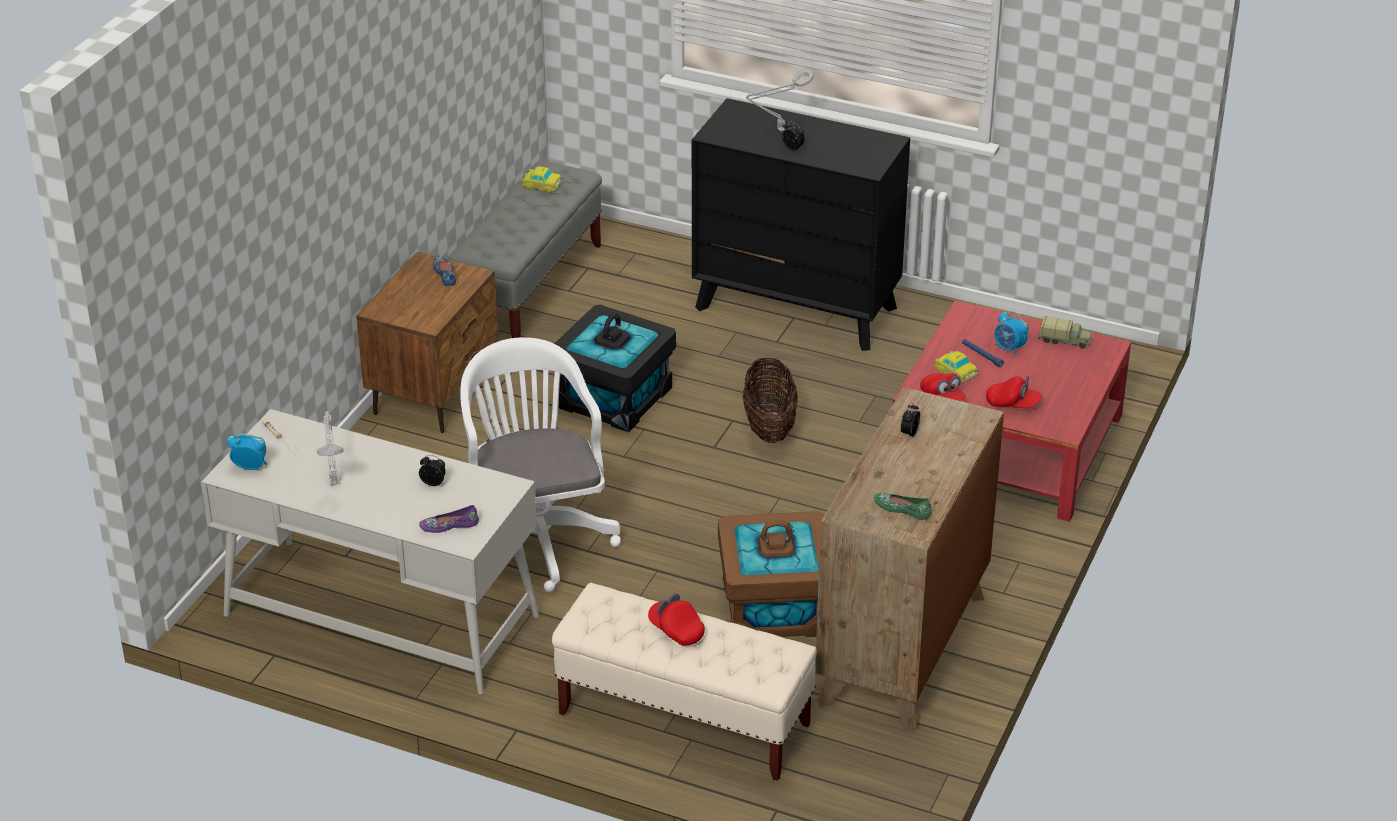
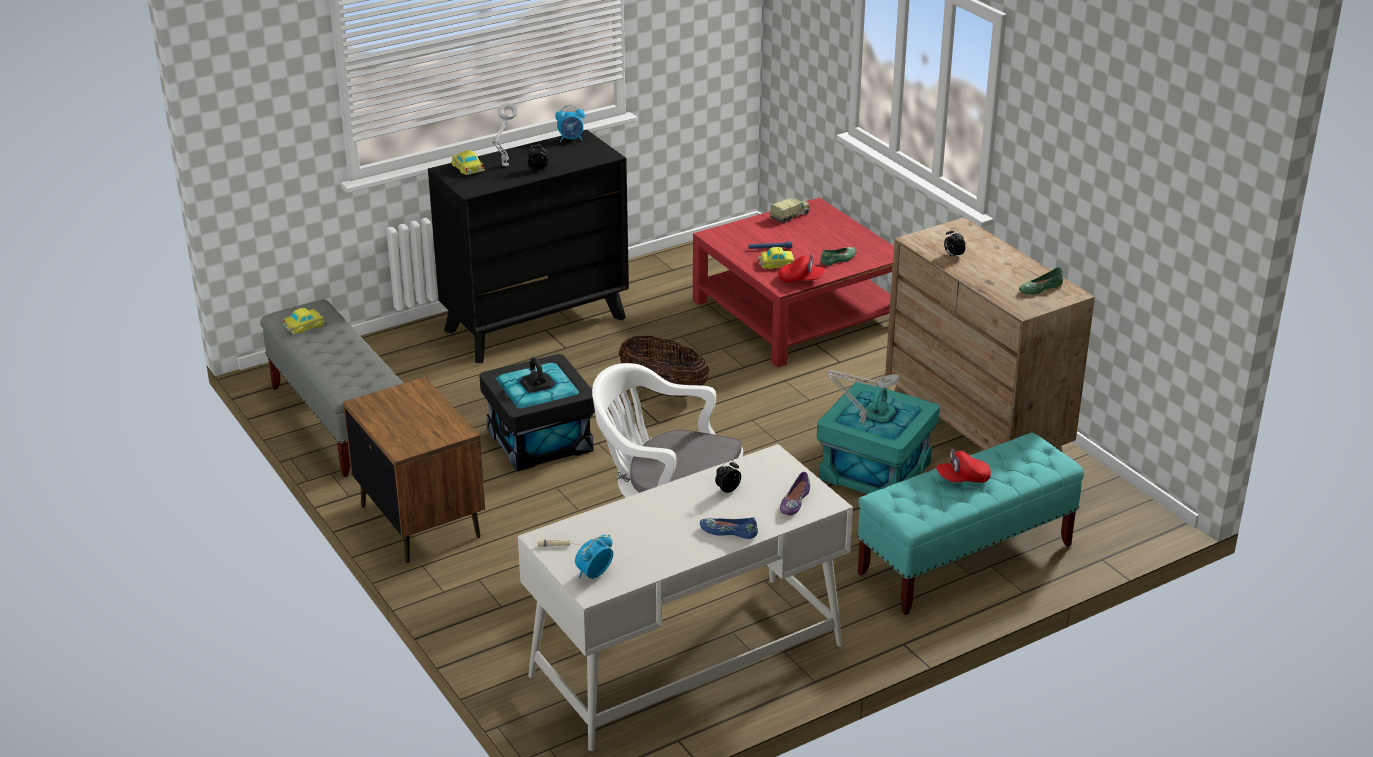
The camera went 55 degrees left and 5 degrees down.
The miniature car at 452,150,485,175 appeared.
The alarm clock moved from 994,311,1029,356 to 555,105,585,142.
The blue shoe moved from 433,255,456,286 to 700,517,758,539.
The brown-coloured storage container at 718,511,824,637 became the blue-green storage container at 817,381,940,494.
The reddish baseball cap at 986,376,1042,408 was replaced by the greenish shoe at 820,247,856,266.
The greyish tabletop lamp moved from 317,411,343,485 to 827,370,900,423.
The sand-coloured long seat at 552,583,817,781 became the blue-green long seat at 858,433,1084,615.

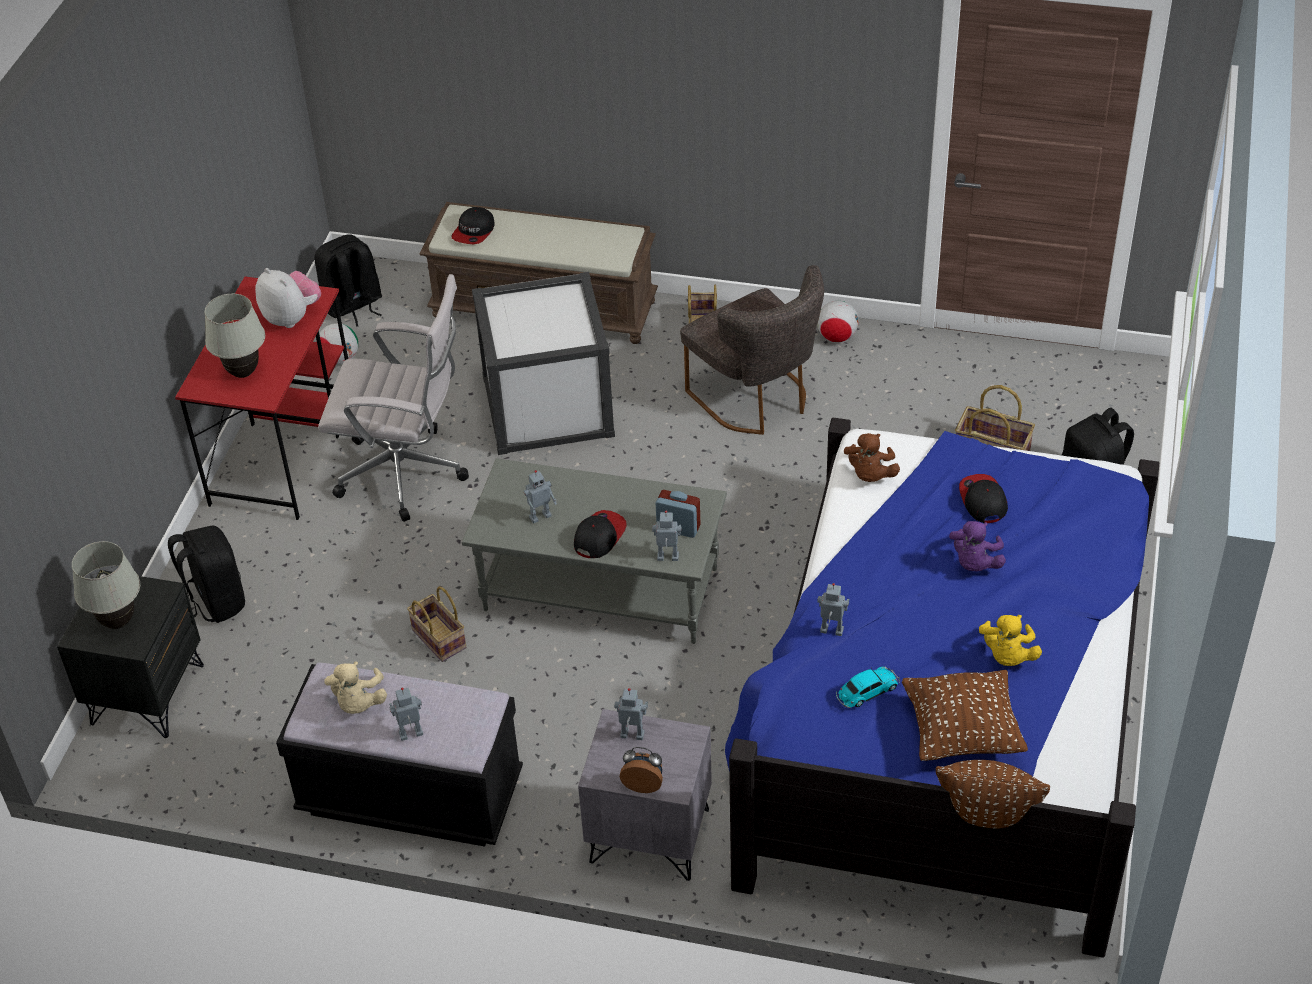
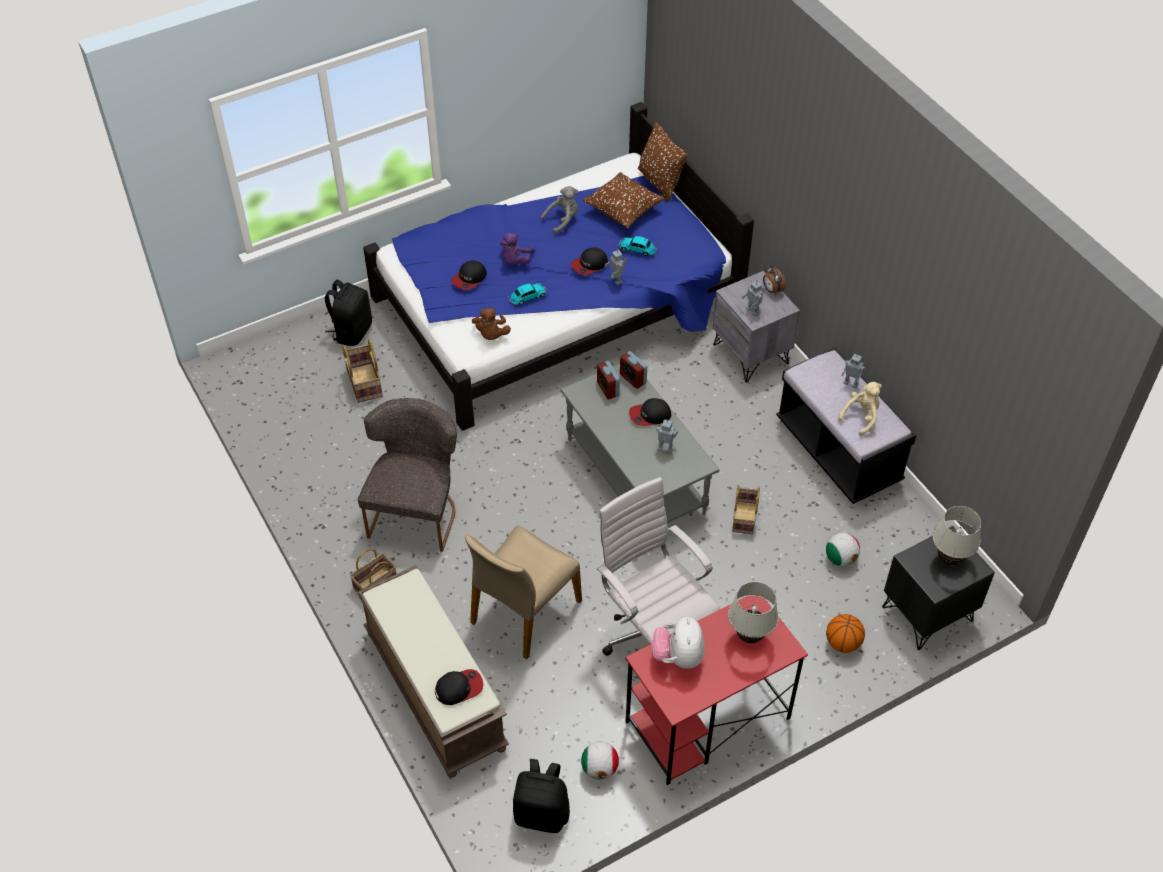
The camera went 135 degrees left and 5 degrees up.
The white-coloured storage container at 472,272,615,455 was replaced by the sand-coloured upright chair at 465,525,582,659.
The brown-coloured plush toy at 844,433,900,482 turned 120 degrees clockwise.
The purple-coloured plush toy at 949,521,1006,572 turned 135 degrees clockwise.
The miniature car at 508,283,547,305 appeared.
The yellowish plush toy at 979,615,1042,666 became the greyish plush toy at 541,186,578,234.
The baseball cap at 571,247,608,275 appeared.
The model robot at 652,510,681,561 was replaced by the alarm clock at 620,351,647,389.
The ball for football moved from 817,301,859,342 to 826,533,860,567.
The blackish rucksack at 168,526,245,623 was replaced by the basketball ball at 826,614,865,653.

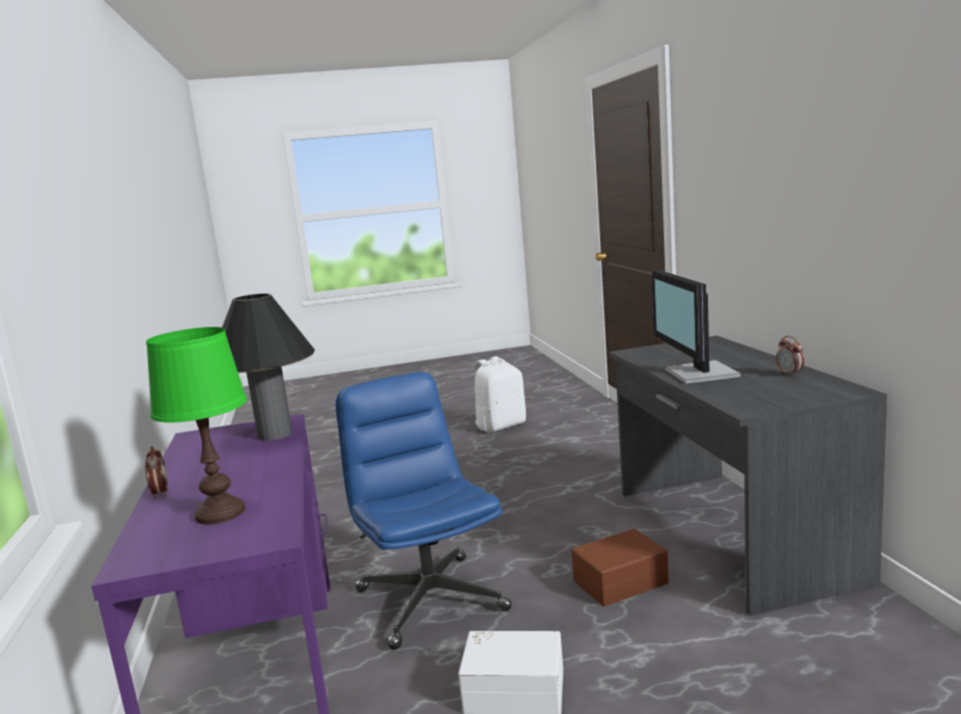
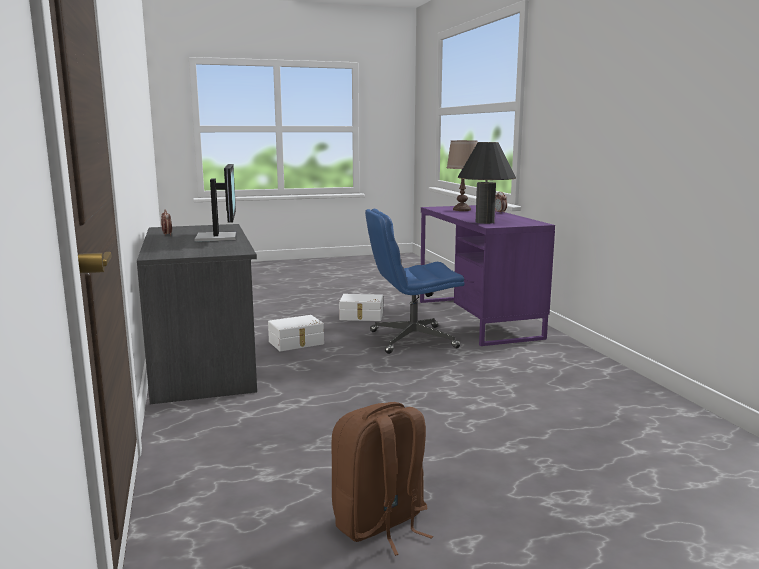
The camera went 175 degrees right and 0 degrees up.
The brown-coloured storage container at 572,529,669,607 became the white-coloured storage container at 268,315,324,351.
The white-coloured rucksack at 474,356,526,433 became the brown-coloured rucksack at 331,402,433,556.
The blue computer chair at 336,372,512,650 turned 105 degrees clockwise.
The greenish tabletop lamp at 146,327,247,524 became the brown-coloured tabletop lamp at 447,140,478,211.

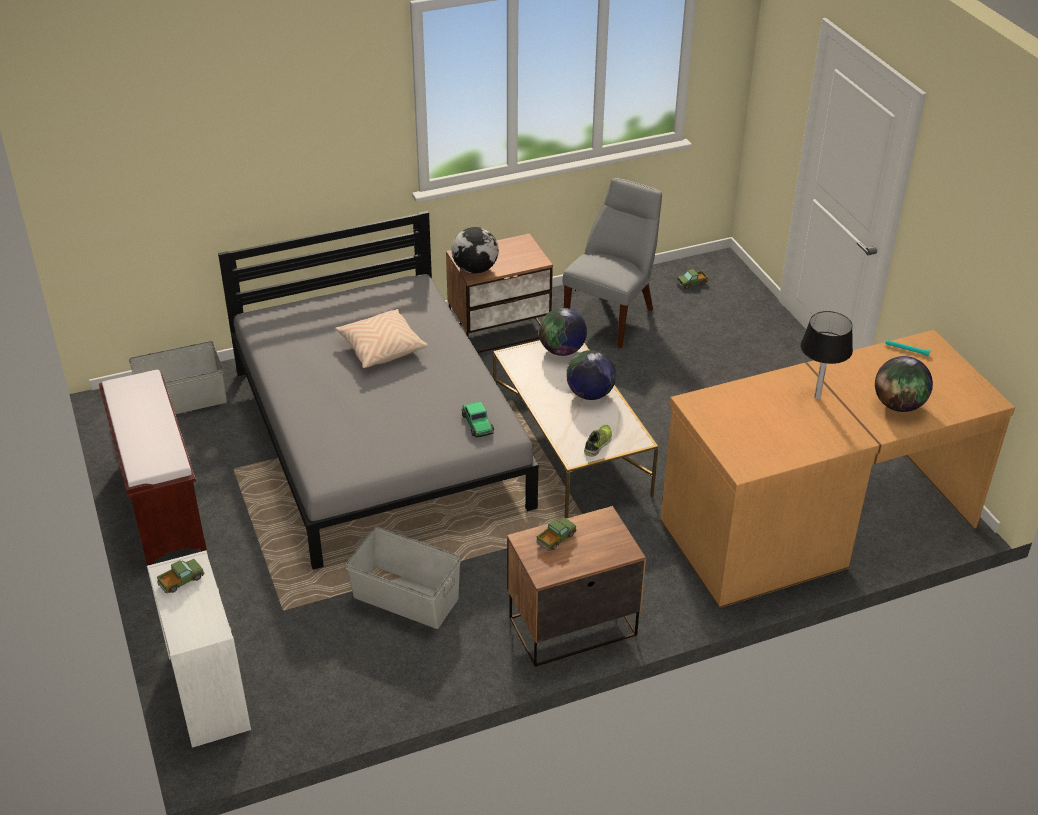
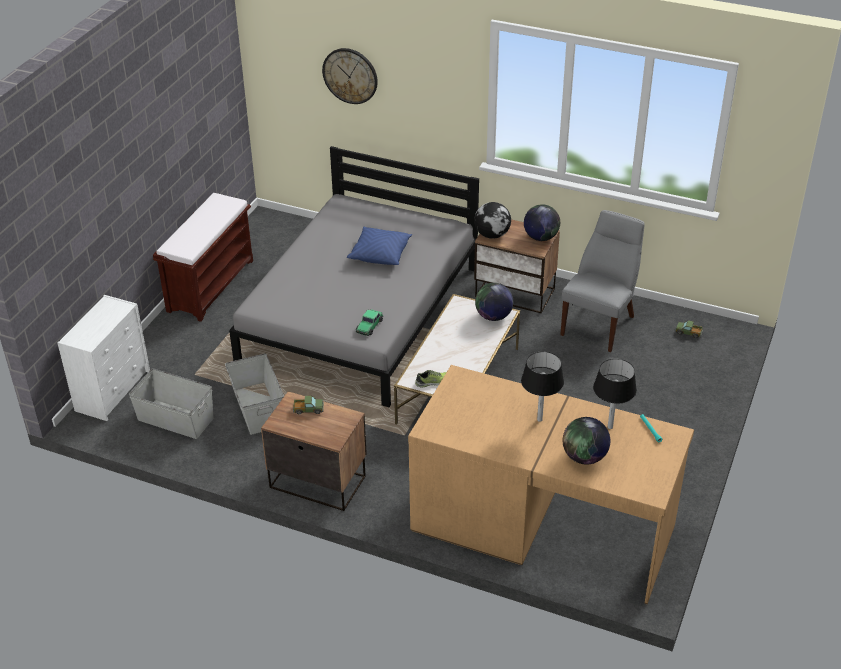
The camera went 45 degrees right and 0 degrees up.
The greyish storage container moved from 129,341,227,414 to 129,369,214,439.
The hanging clock at 322,48,378,104 appeared.
The sand-coloured pillow at 335,309,428,368 became the blue pillow at 347,227,412,265.
The globe moved from 566,350,616,400 to 524,204,560,241.
The greyish upright chair at 563,178,662,348 turned 45 degrees counterclockwise.
The blackish tabletop lamp at 593,359,637,429 appeared.
The toy truck at 157,559,204,593 disappeared.

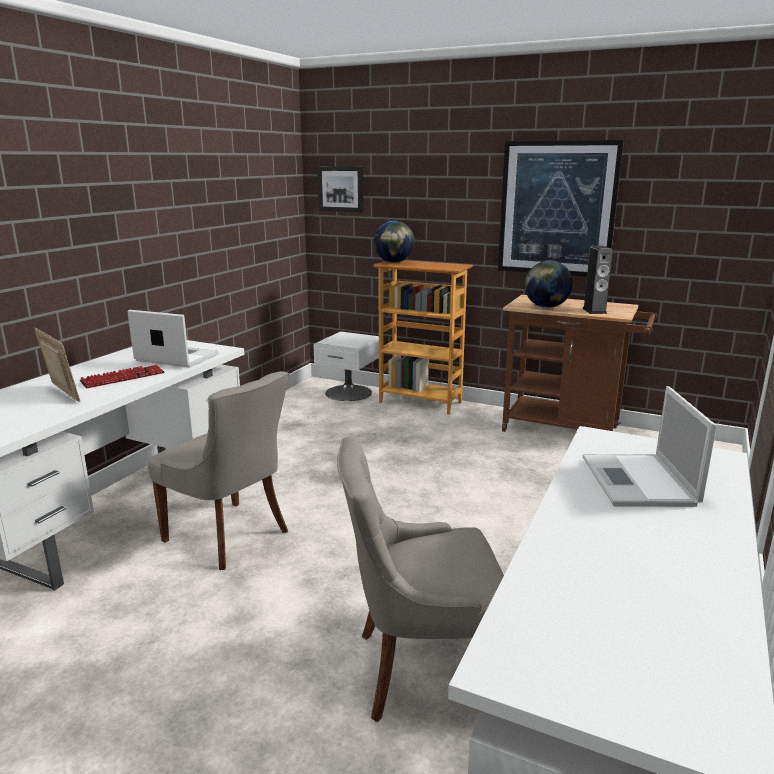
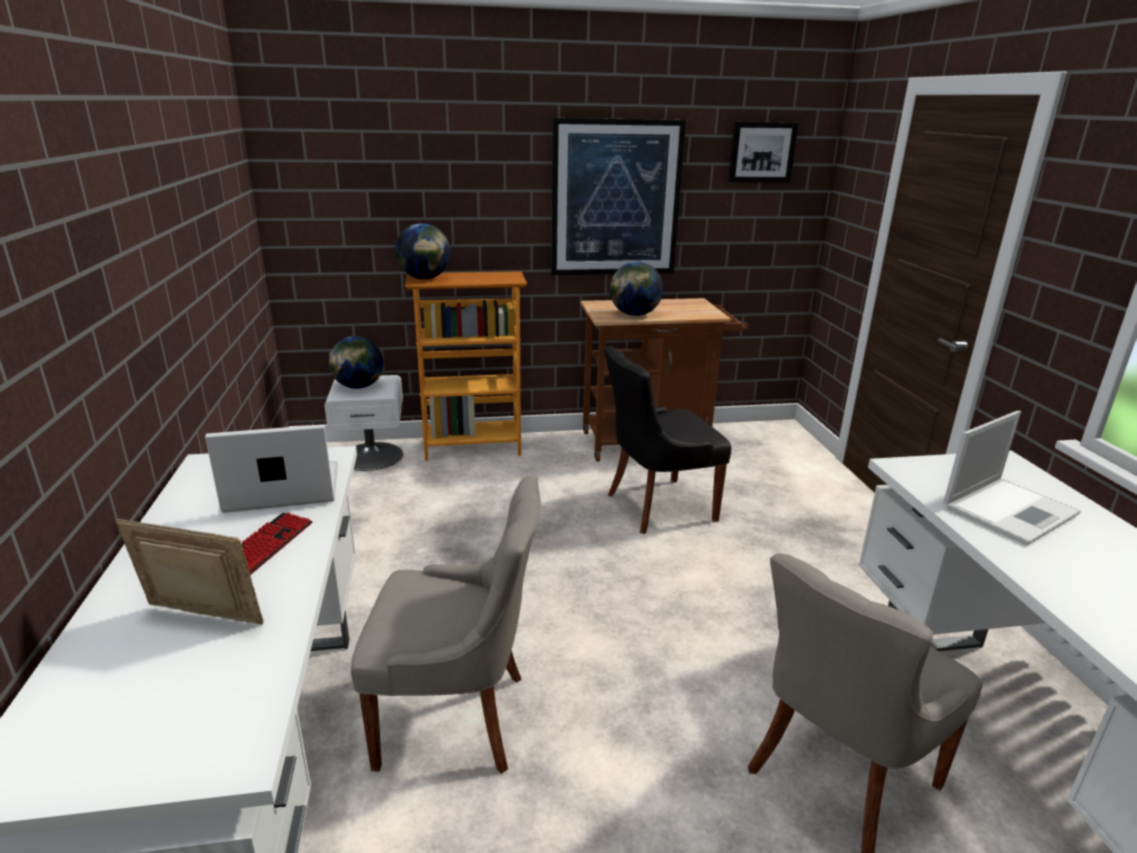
The camera went 35 degrees left and 5 degrees up.
The globe at 329,336,383,389 appeared.
The blackish upright chair at 604,347,731,534 appeared.
The wall art moved from 317,166,363,212 to 728,121,799,183.
The portable computer at 583,386,717,507 turned 90 degrees counterclockwise.
The loudspeaker at 582,246,613,314 disappeared.

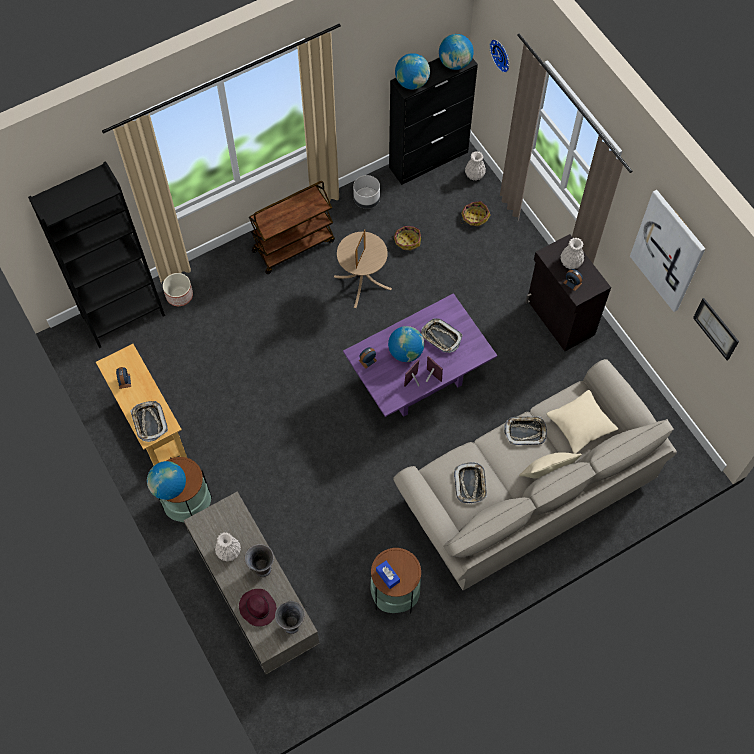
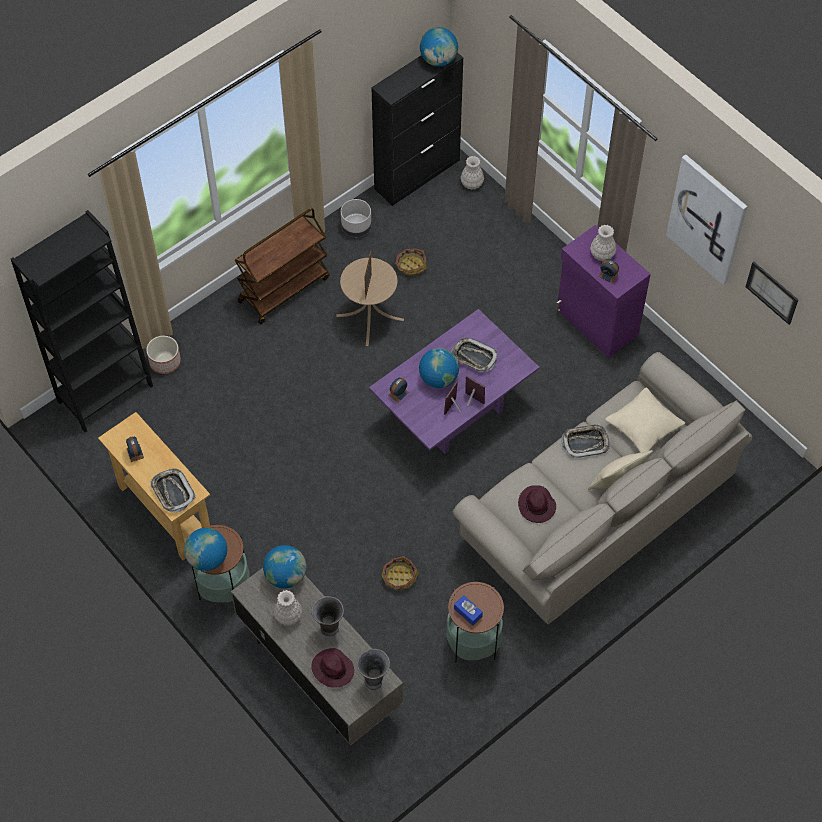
The camera went 10 degrees left and 5 degrees down.
The globe moved from 395,53,430,89 to 263,545,306,588.
The household basket moved from 460,201,490,226 to 382,556,419,590.
The carrying tray at 454,462,487,503 was replaced by the purple-coloured wearable hat at 518,485,556,523.
The blackish storage cabinet at 525,234,611,351 became the purple-coloured storage cabinet at 556,225,651,358.
The hanging clock at 489,39,509,73 disappeared.

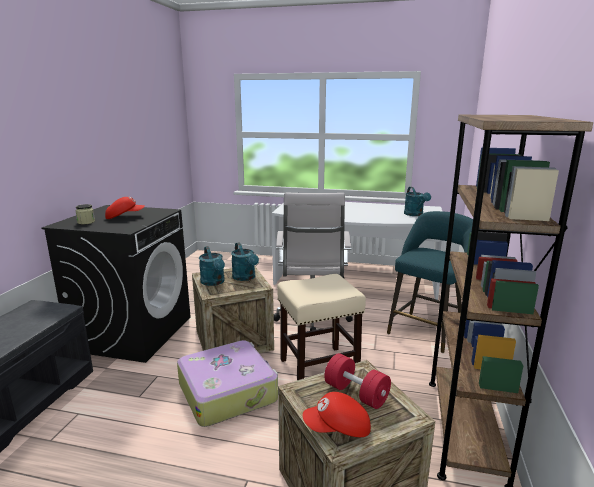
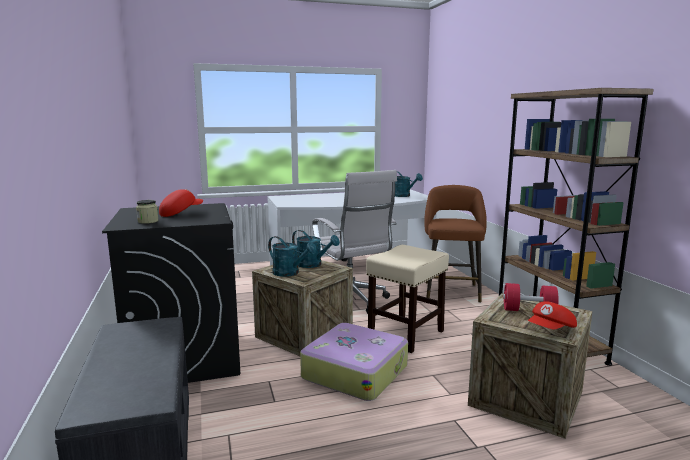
The camera went 30 degrees left and 5 degrees down.
The blue-green sitting stool at 387,211,473,353 became the brown-coloured sitting stool at 424,185,487,303.

